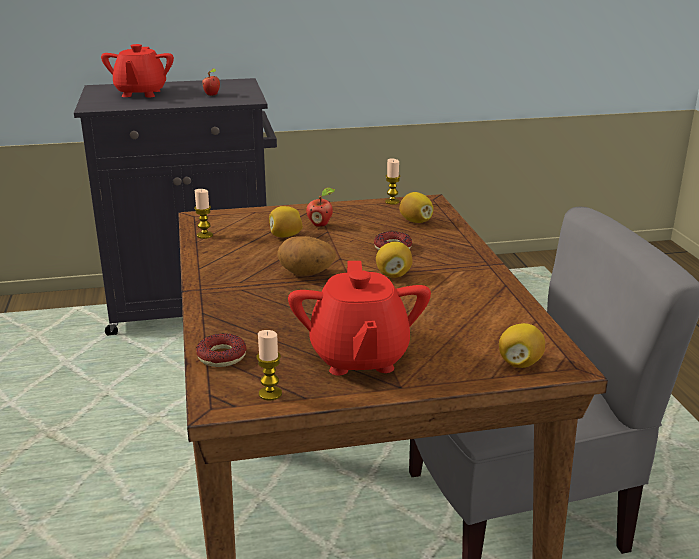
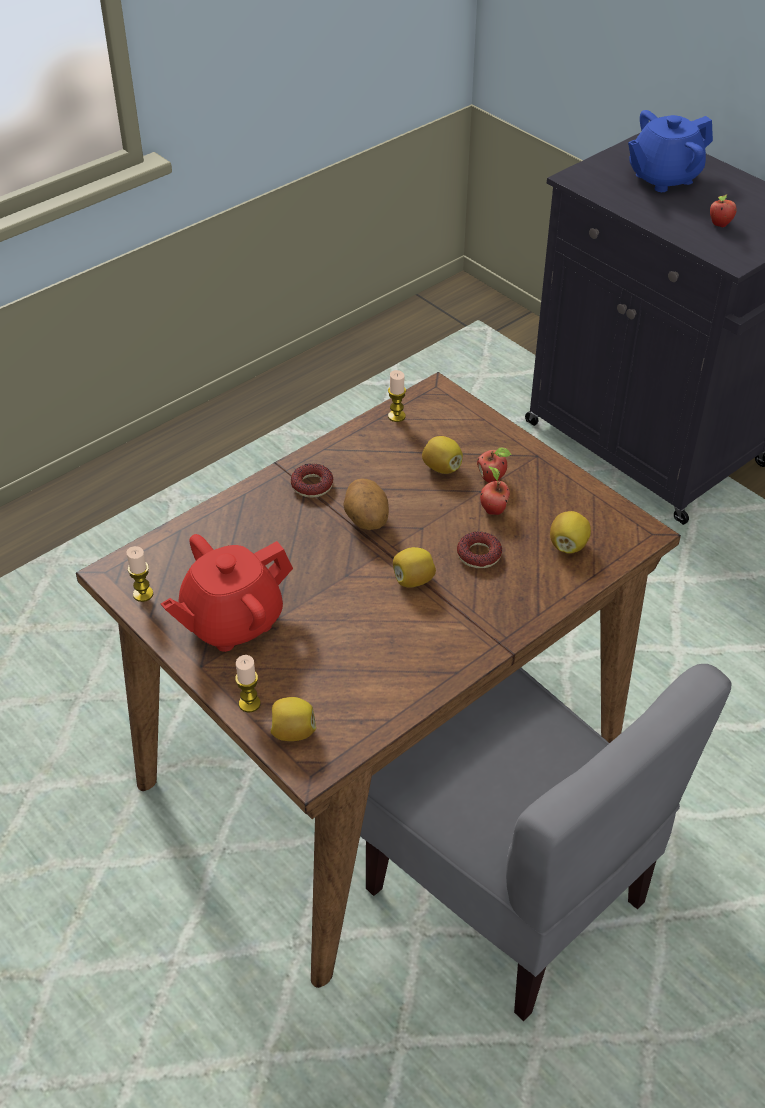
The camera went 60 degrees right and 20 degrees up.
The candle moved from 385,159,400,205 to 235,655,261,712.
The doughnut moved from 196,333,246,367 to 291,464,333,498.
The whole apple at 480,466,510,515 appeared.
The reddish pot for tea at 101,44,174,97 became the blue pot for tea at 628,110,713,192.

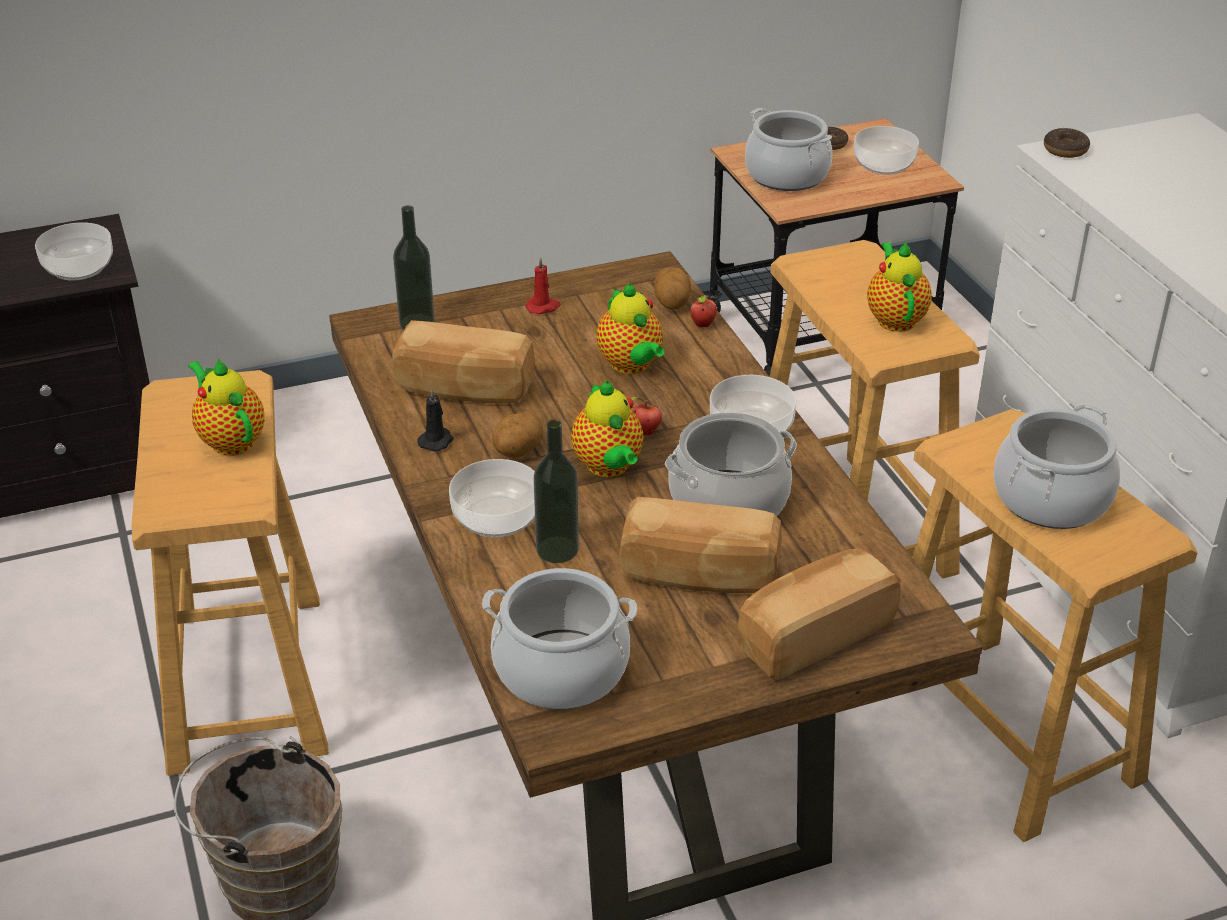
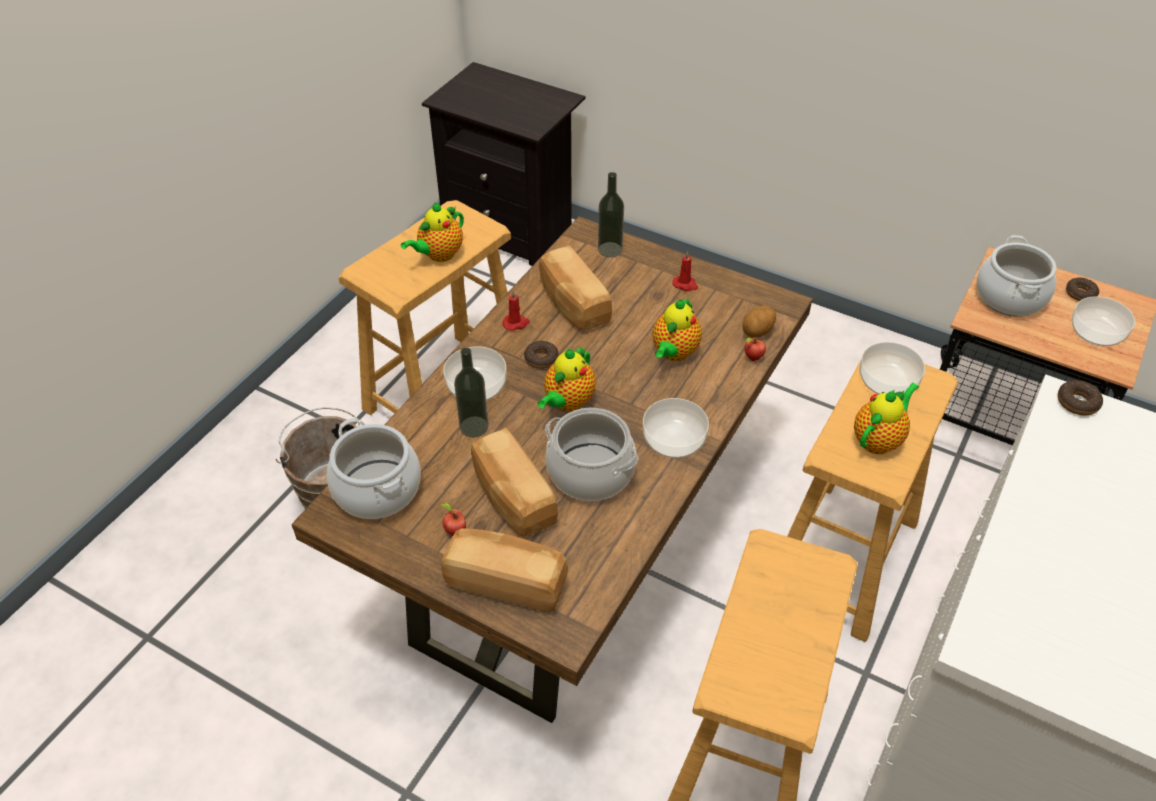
The camera went 50 degrees right and 10 degrees up.
The pot for tea at 188,358,265,456 turned 150 degrees counterclockwise.
The whole apple moved from 631,397,662,435 to 440,503,466,536.
The blackish candle at 417,388,454,451 became the reddish candle at 503,290,530,331.
The potato at 492,412,543,458 was replaced by the doughnut at 524,341,559,369.
The bowl moved from 35,222,113,280 to 859,342,925,395.
The saucepot at 993,404,1120,529 disappeared.

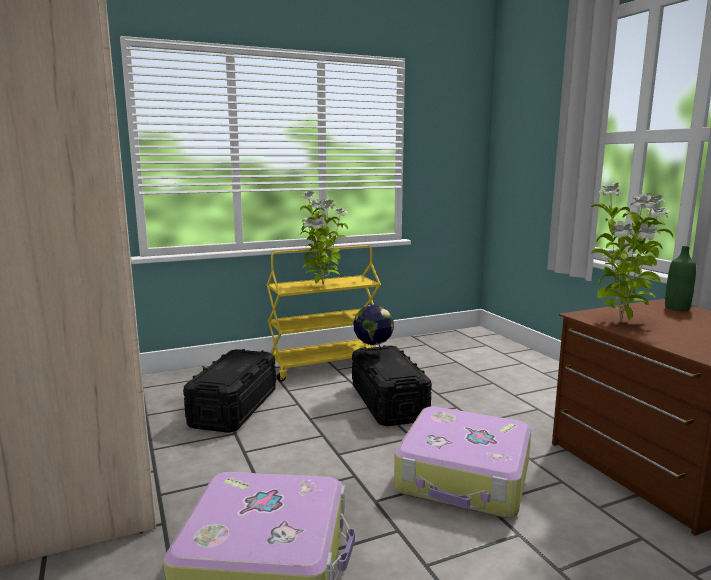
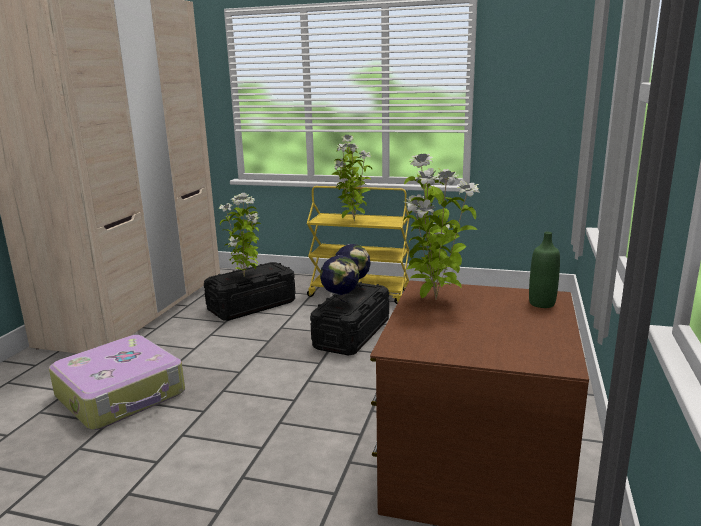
The camera went 40 degrees right and 5 degrees up.
The potted plant at 219,193,261,277 appeared.
The globe at 320,255,360,309 appeared.
The piece of luggage at 394,406,531,518 disappeared.

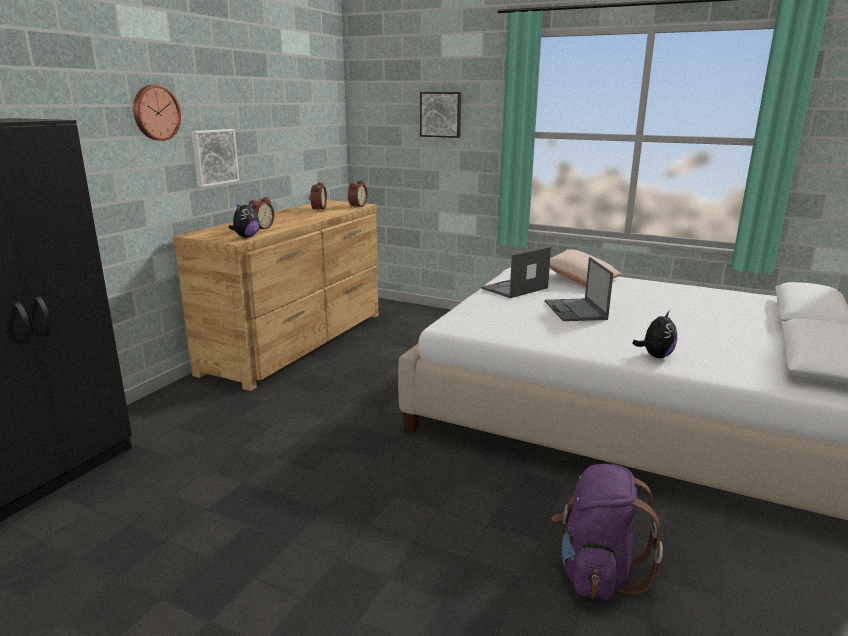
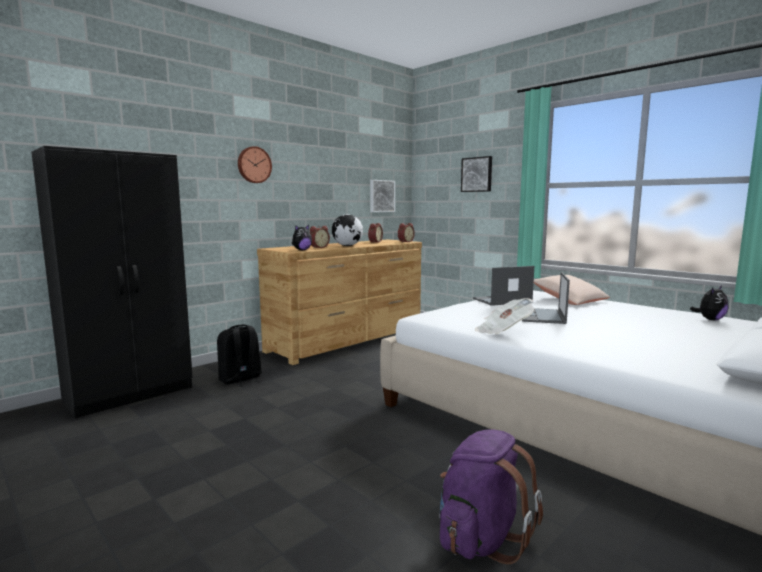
The camera went 20 degrees right and 10 degrees down.
The blackish rucksack at 217,325,262,387 appeared.
The globe at 332,214,363,246 appeared.
The wall art moved from 191,129,239,187 to 370,180,395,212.
The printed paper at 475,298,535,335 appeared.
The plush toy moved from 632,311,677,358 to 690,286,728,320.

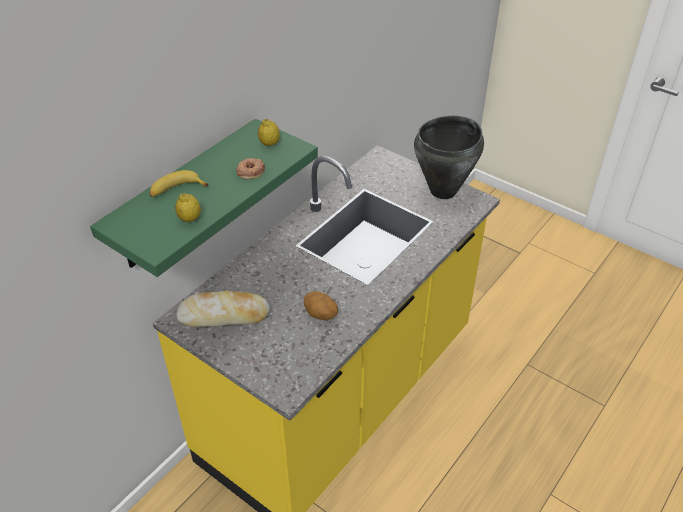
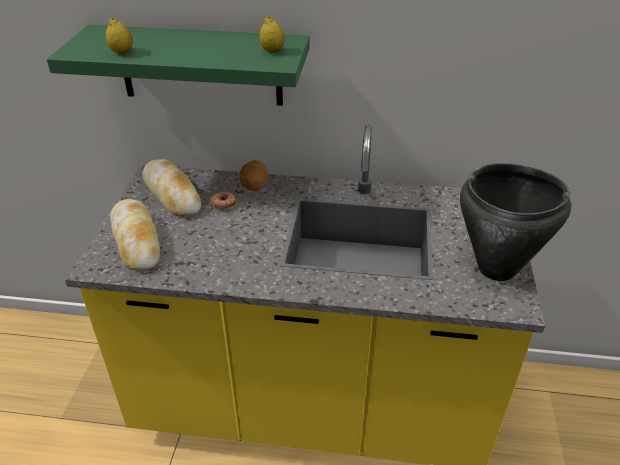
The camera went 60 degrees right and 5 degrees down.
The baked bread at 110,199,160,271 appeared.
The doughnut moved from 236,158,265,179 to 210,191,237,211.
The potato moved from 304,291,338,320 to 240,160,268,191.
The banana at 149,170,209,197 disappeared.

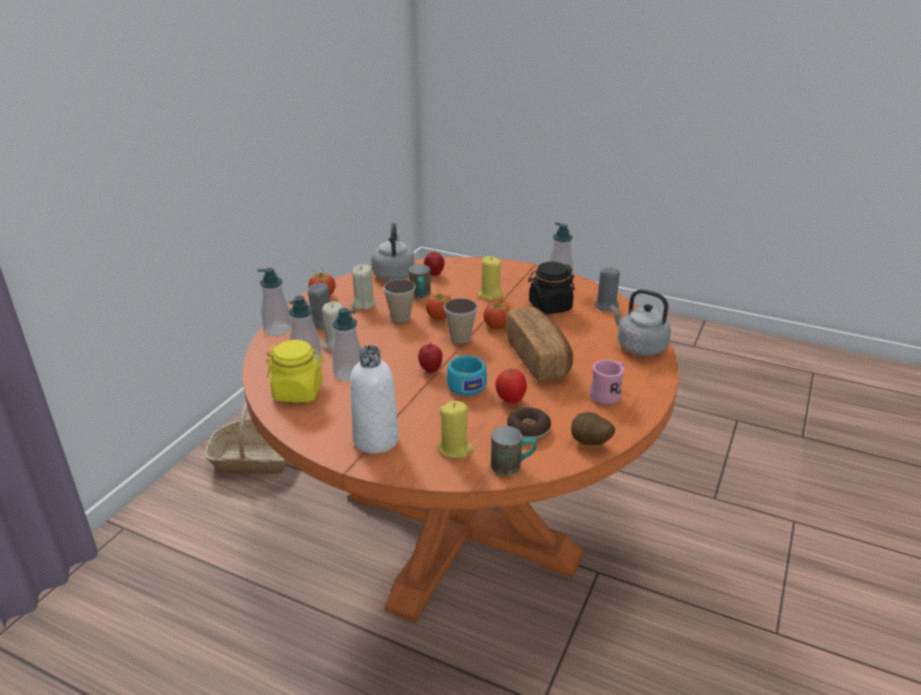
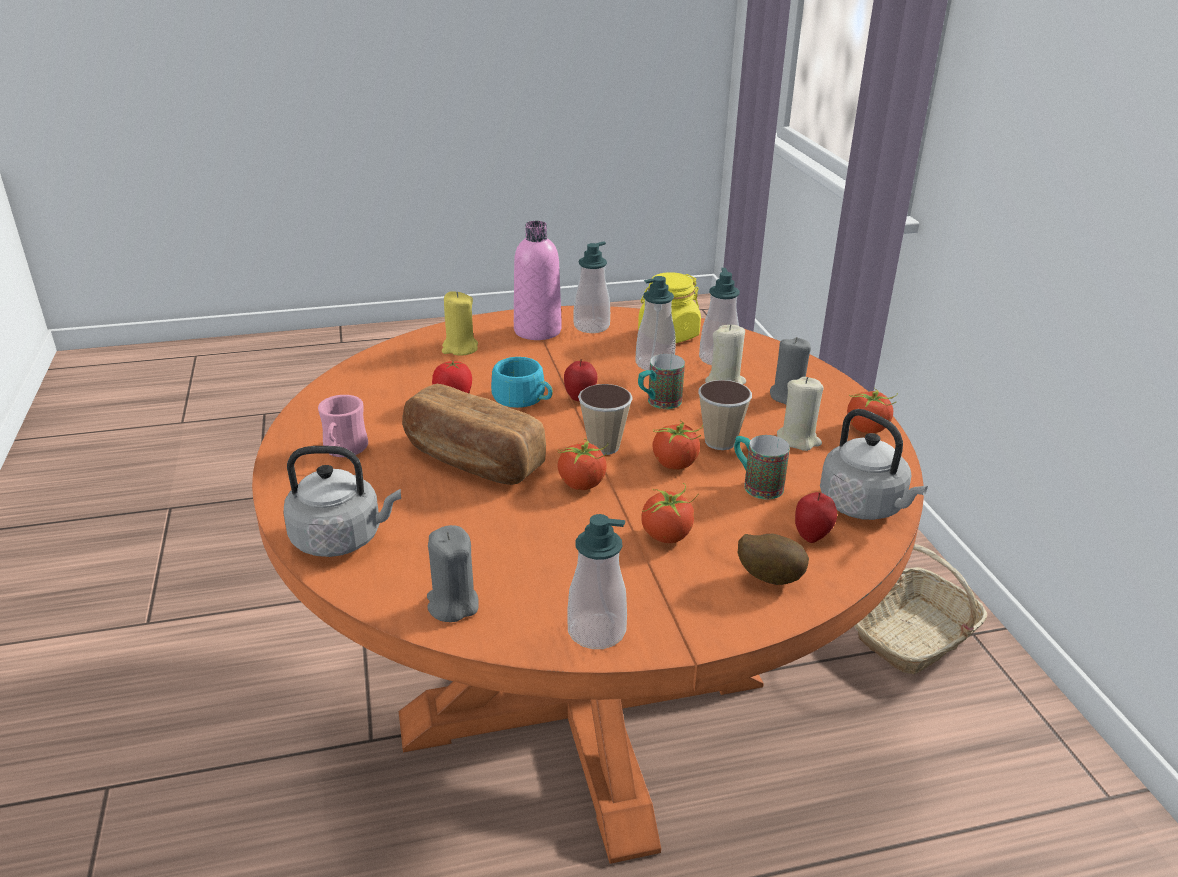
The camera went 140 degrees right and 0 degrees up.
The white-coloured bottle at 350,345,399,454 became the pink-coloured bottle at 514,221,562,340.
The soap bottle moved from 257,268,292,336 to 574,241,610,333.
The mug moved from 491,426,536,476 to 638,354,685,409.
The yellowish candle at 477,256,503,300 was replaced by the whole tomato at 641,483,699,543.
The potato moved from 571,412,615,445 to 737,534,809,585.
The doughnut at 507,407,551,439 disappeared.
The blackish preserve jar at 528,262,575,314 disappeared.

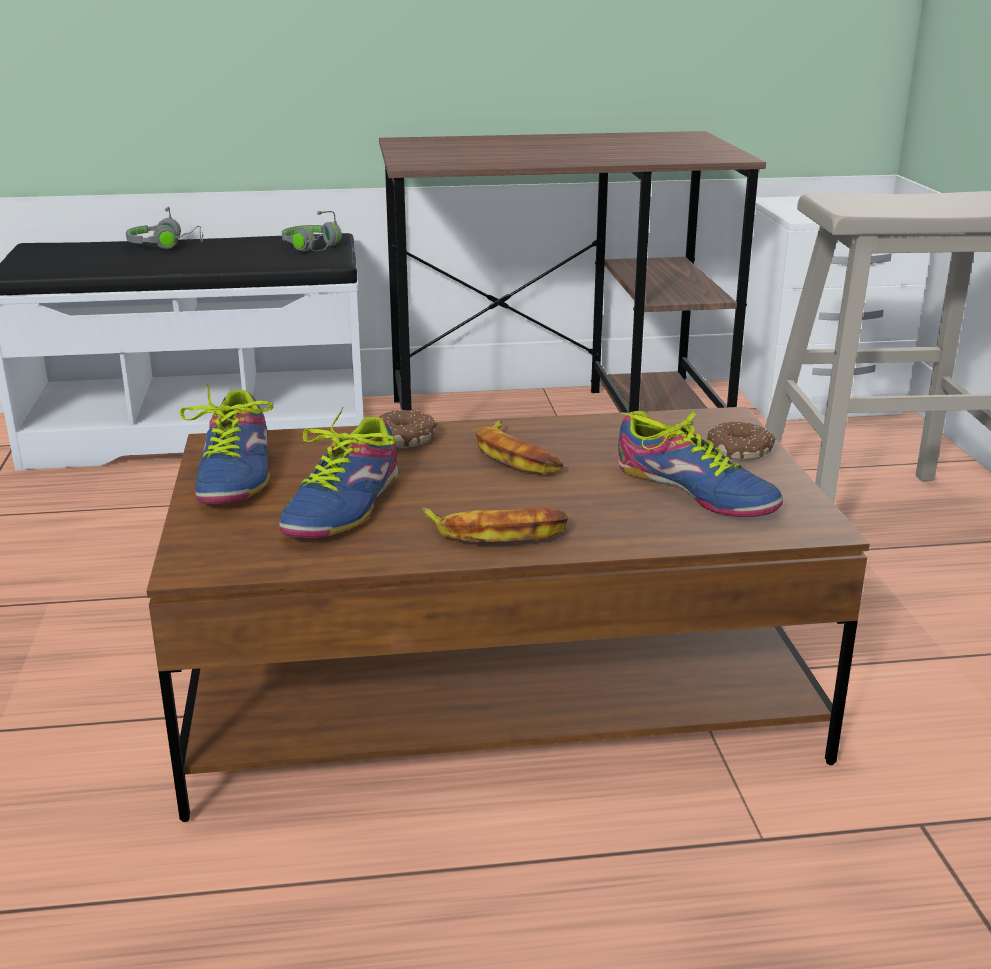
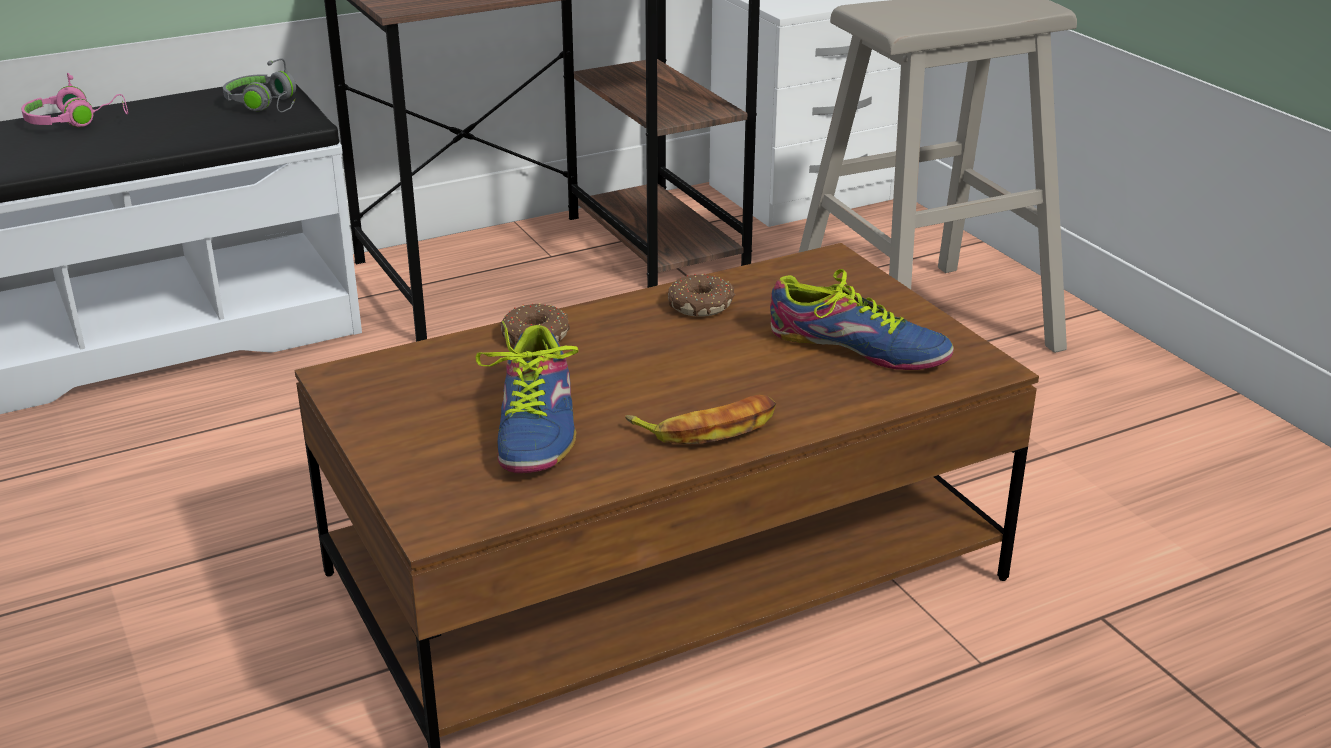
The camera went 20 degrees left and 5 degrees up.
The greyish headset at 126,207,203,249 became the pink-coloured headset at 21,73,128,127.
The doughnut moved from 706,421,775,461 to 668,274,735,317.
The shoe at 180,384,273,504 disappeared.
The banana at 475,420,563,474 disappeared.

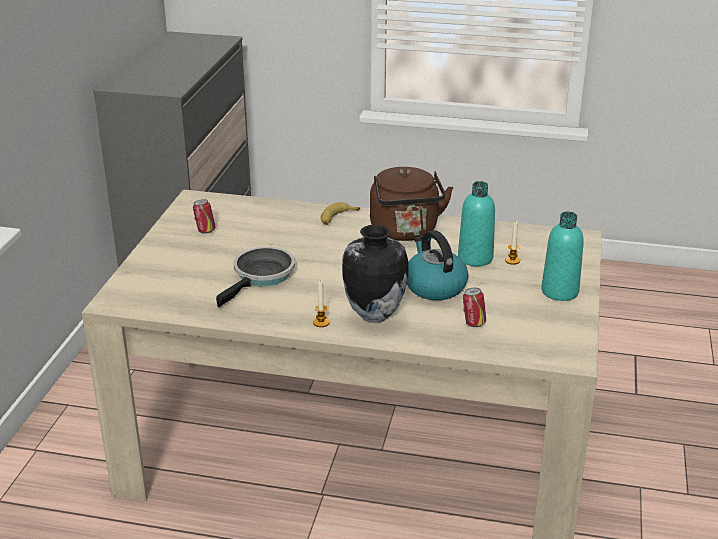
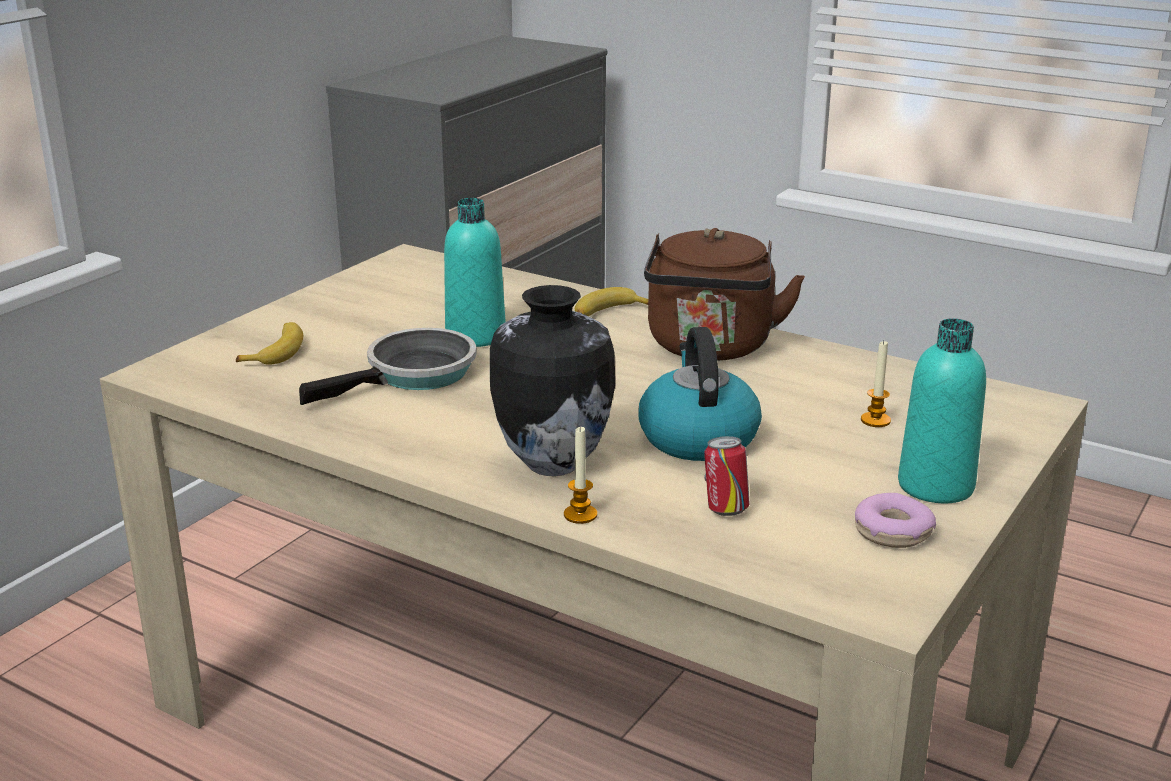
The camera went 20 degrees right and 5 degrees down.
The banana at 236,322,303,365 appeared.
The blue-green bottle moved from 458,181,495,266 to 444,198,506,347.
The candle moved from 313,280,330,327 to 564,426,597,524.
The doughnut at 855,493,936,548 appeared.
The can at 193,199,216,234 disappeared.

